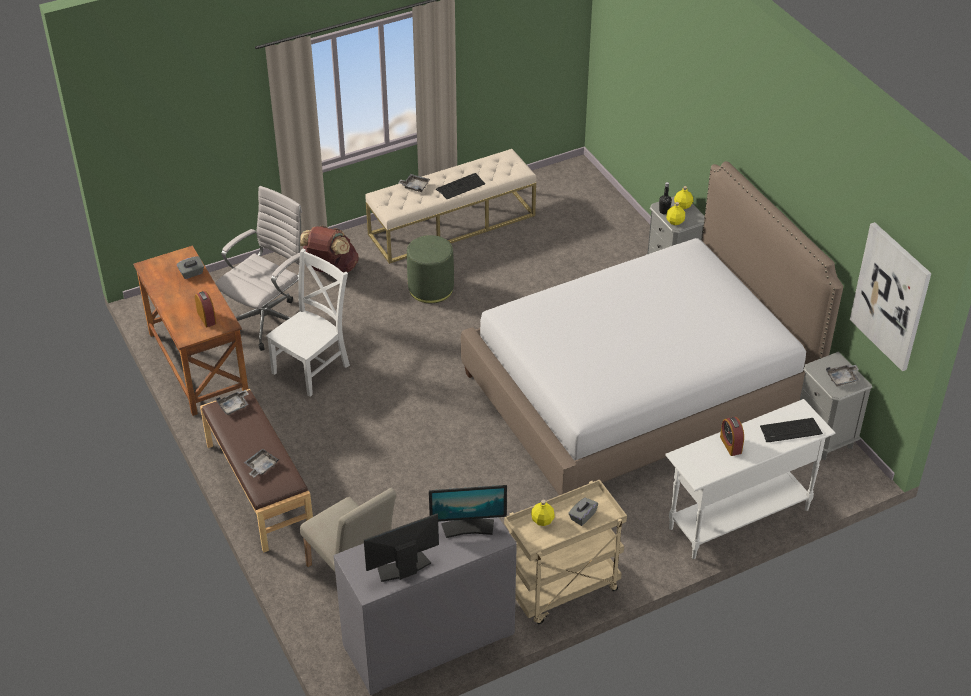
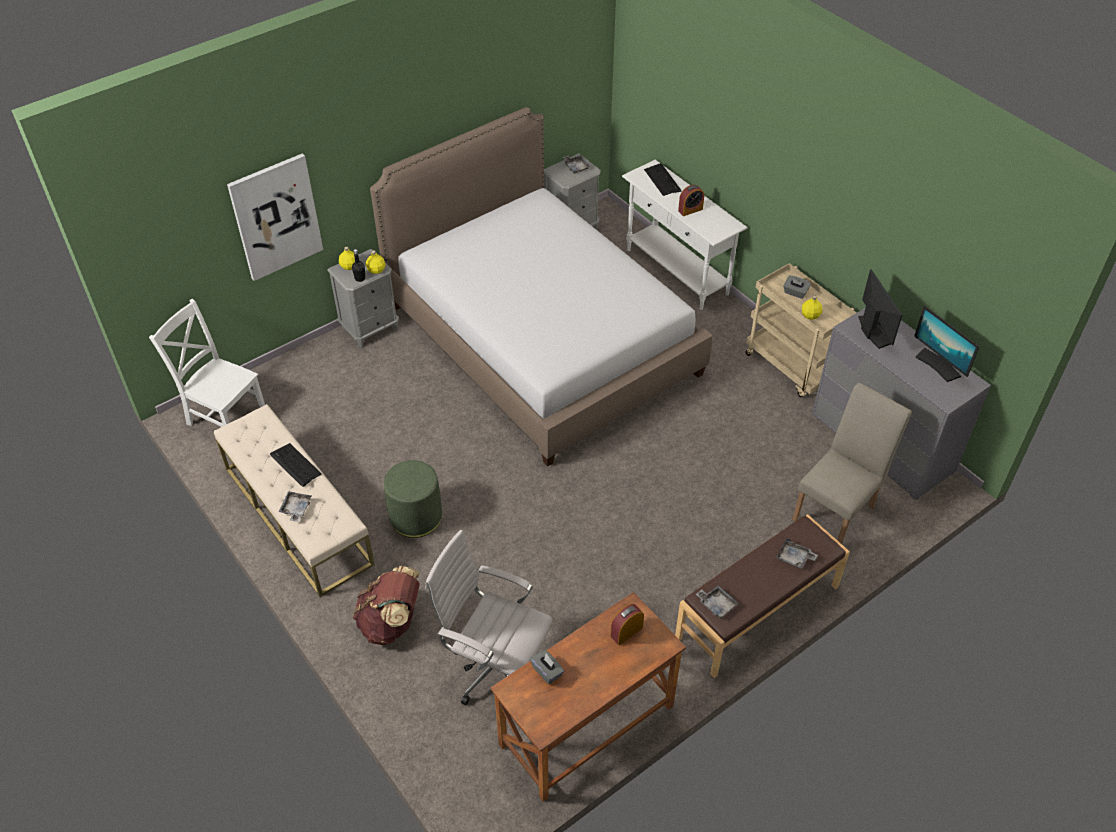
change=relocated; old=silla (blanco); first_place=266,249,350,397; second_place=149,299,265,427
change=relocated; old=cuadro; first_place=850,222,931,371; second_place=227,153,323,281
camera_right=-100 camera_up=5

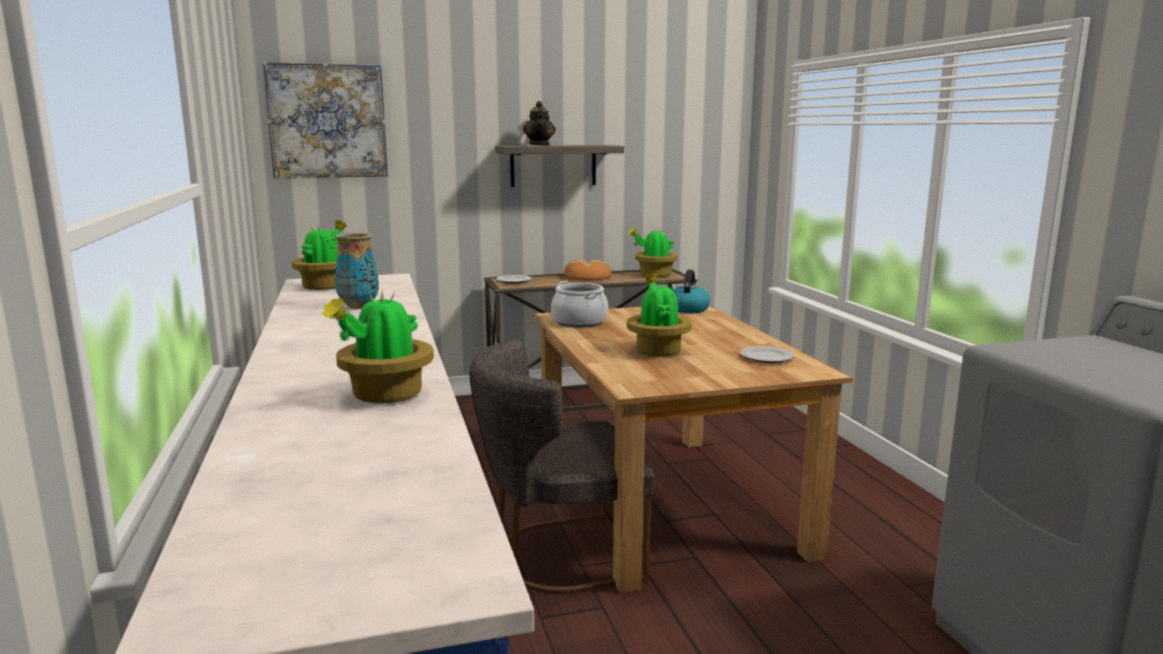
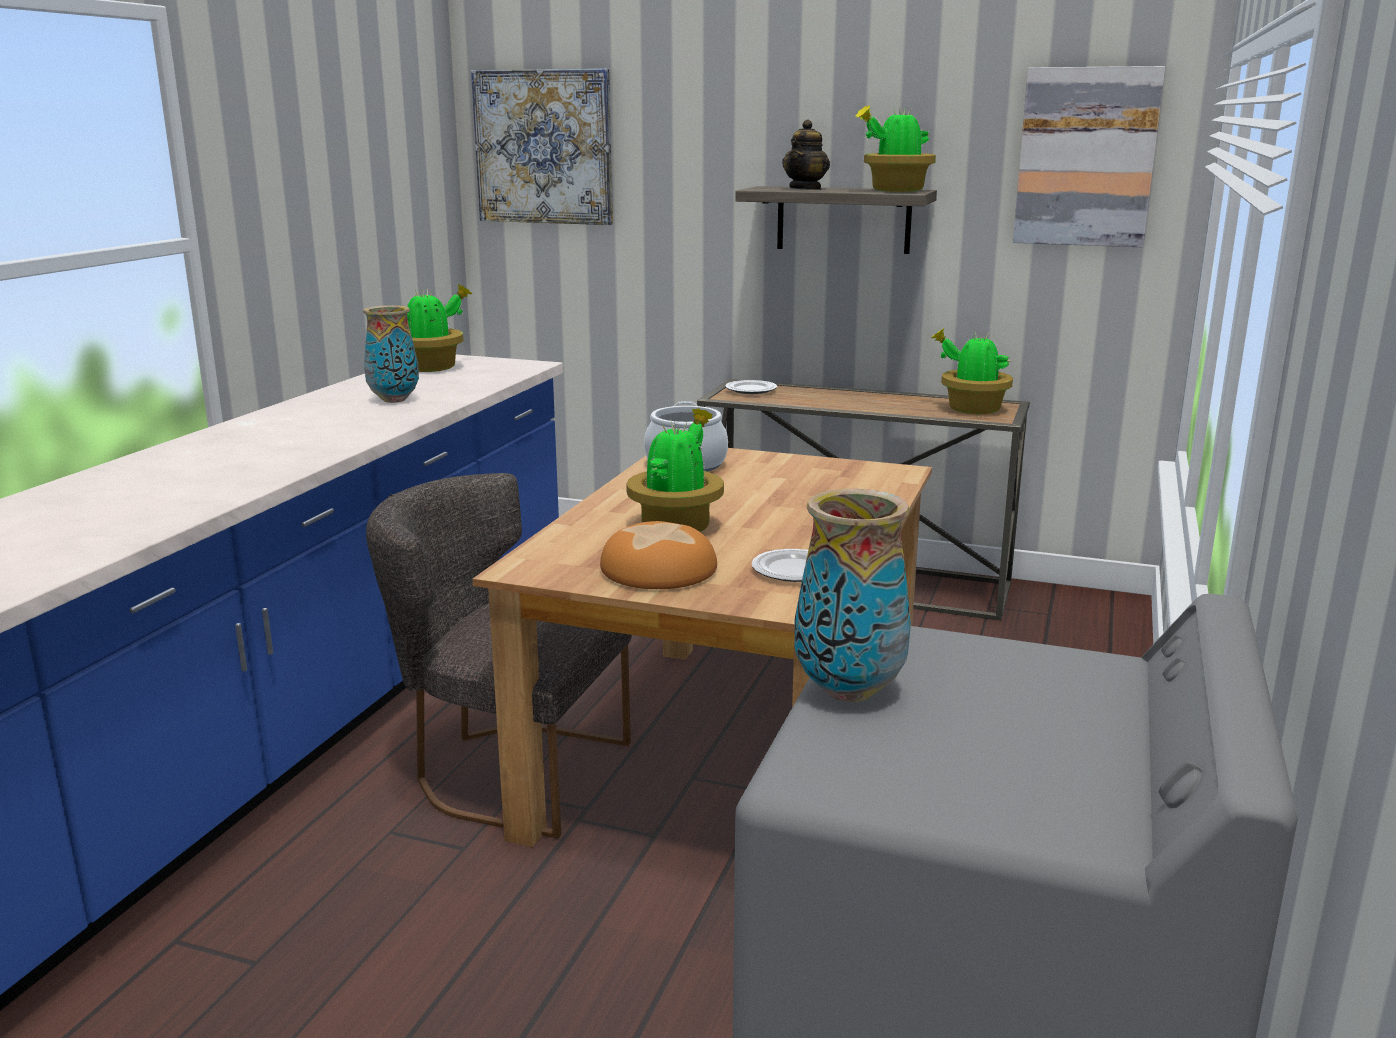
change=relocated; old=planta en maceta; first_place=322,289,434,403; second_place=855,105,936,192
change=relocated; old=pan; first_place=564,259,611,281; second_place=600,521,717,589
change=missing; old=hervidor; first_place=672,270,710,313
change=appeared; new=florero; second_place=795,489,911,702
change=appeared; new=cuadro; second_place=1013,66,1165,247
camera_right=35 camera_up=5

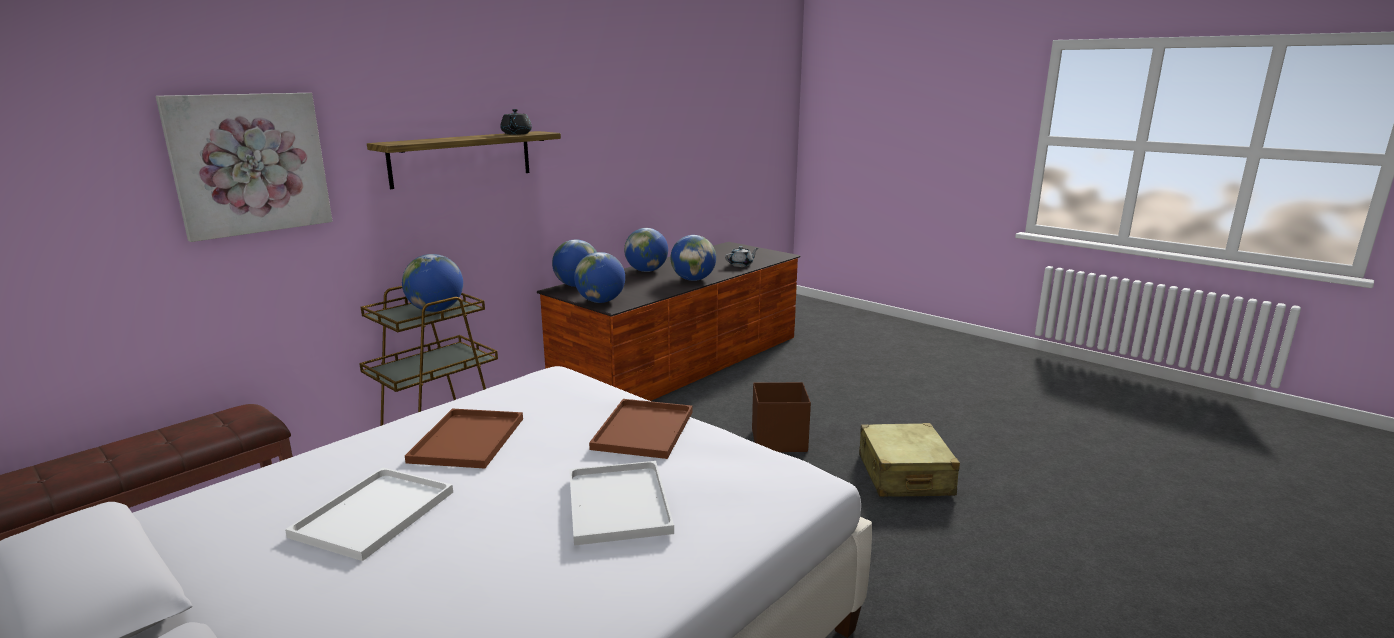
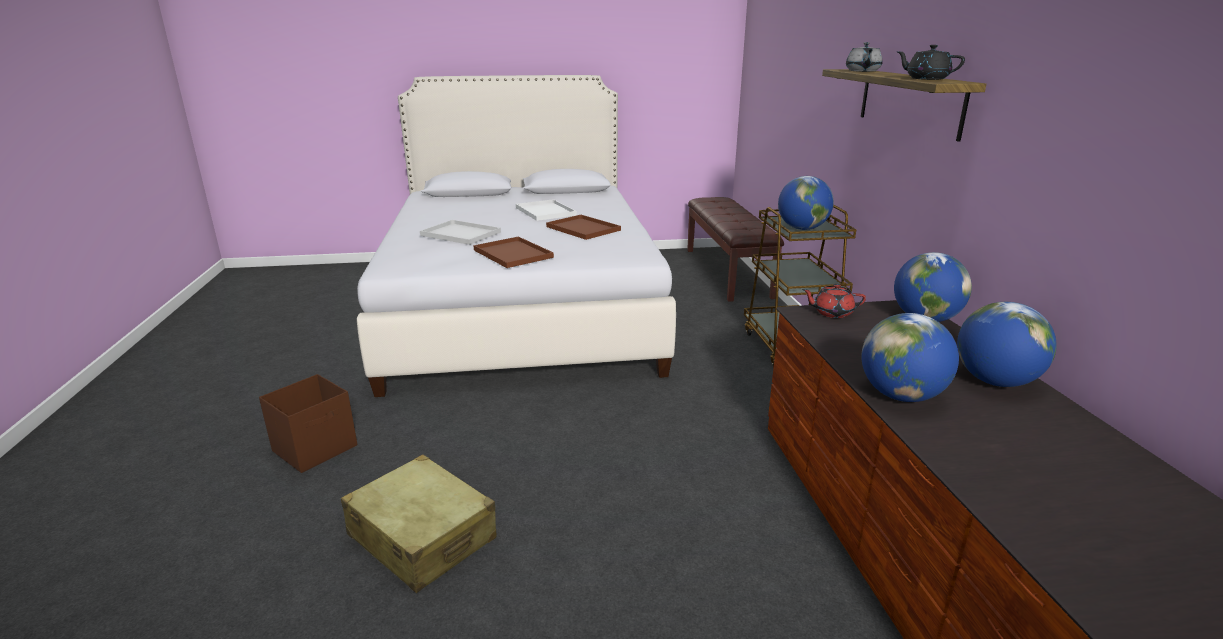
change=missing; old=cuadro; first_place=156,93,333,242
change=exchanged; old=globo terráqueo; new=tetera (rojo); first_place=574,252,625,303; second_place=802,284,866,318
change=relocated; old=tetera (gris); first_place=725,246,758,267; second_place=846,42,883,72
change=relocated; old=caja de almacenaje (marrón); first_place=752,382,811,452; second_place=259,374,357,473
camera_right=130 camera_up=5

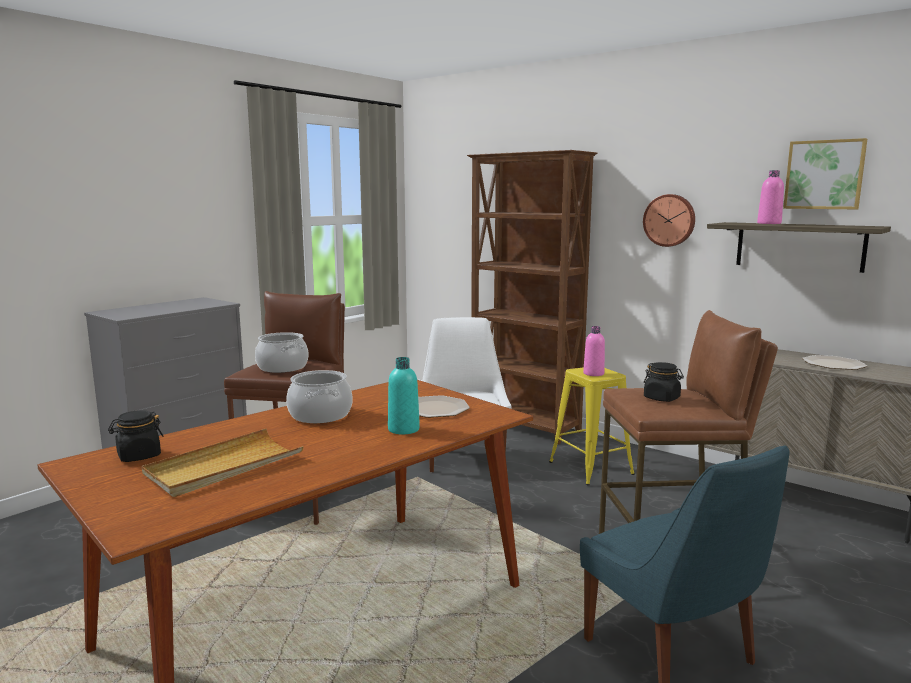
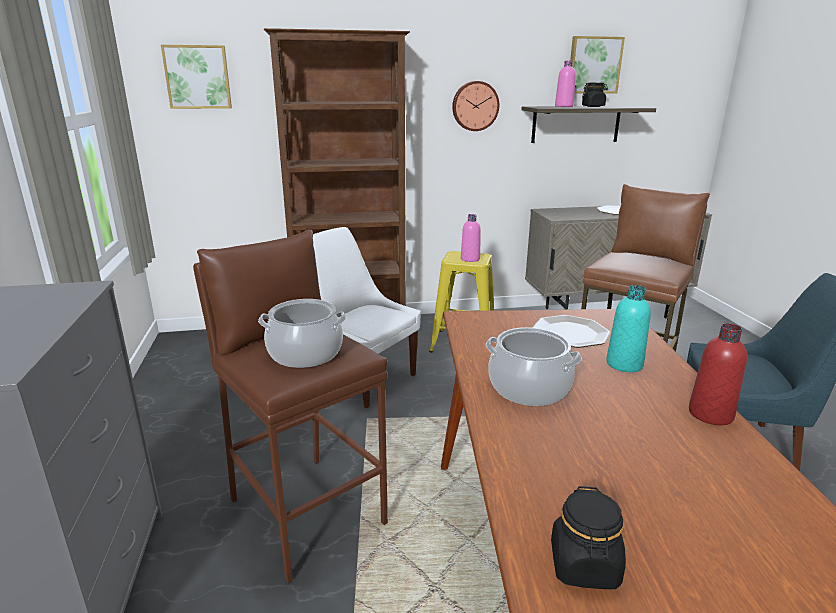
change=missing; old=bandeja (beis); first_place=142,429,303,497
change=relocated; old=tarro (negro); first_place=644,362,684,402; second_place=582,83,608,107
change=appeared; new=cuadro; second_place=161,45,232,109
change=appeared; new=botella (rojo); second_place=689,323,747,425
camera_right=-50 camera_up=10

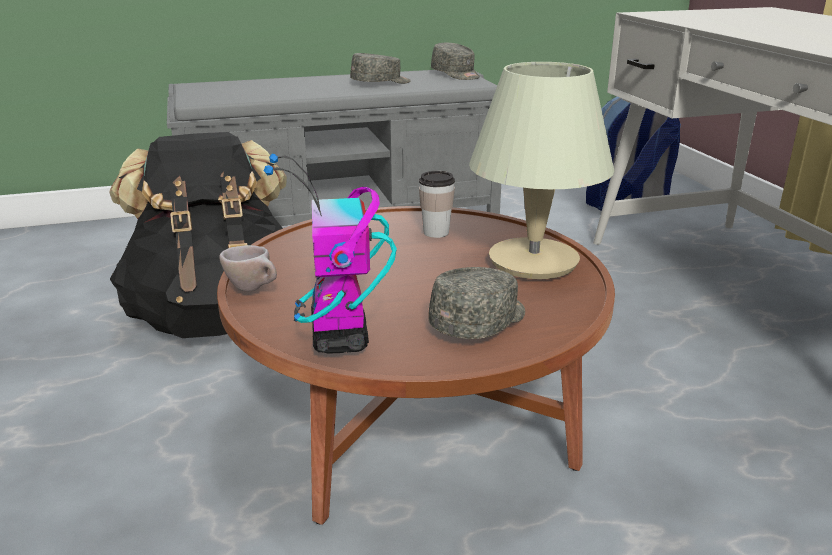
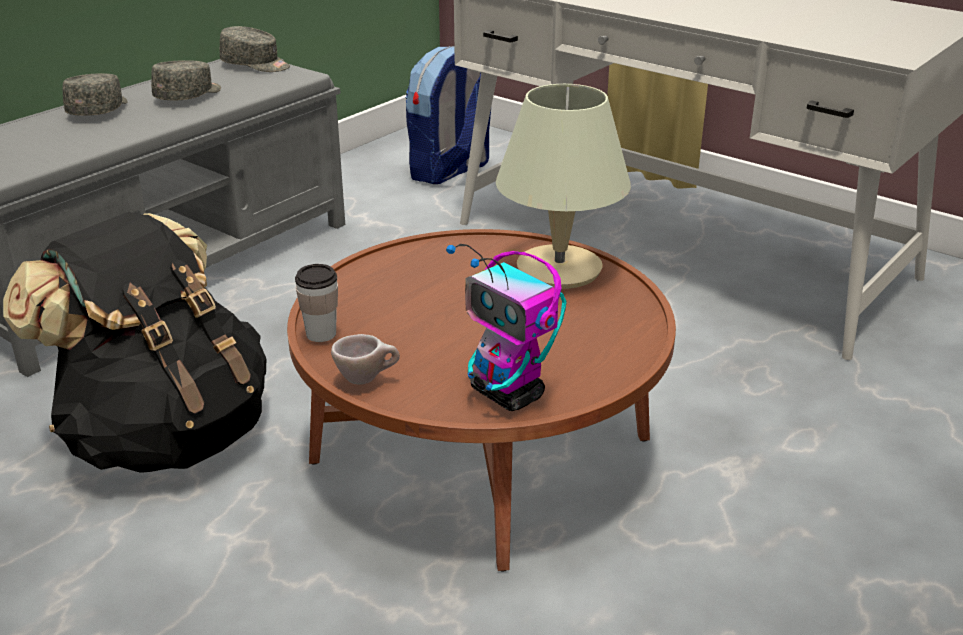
change=relocated; old=taza; first_place=419,171,455,238; second_place=295,264,338,342
change=relocated; old=gorra (gris); first_place=428,267,525,339; second_place=63,73,128,116
camera_right=-35 camera_up=5

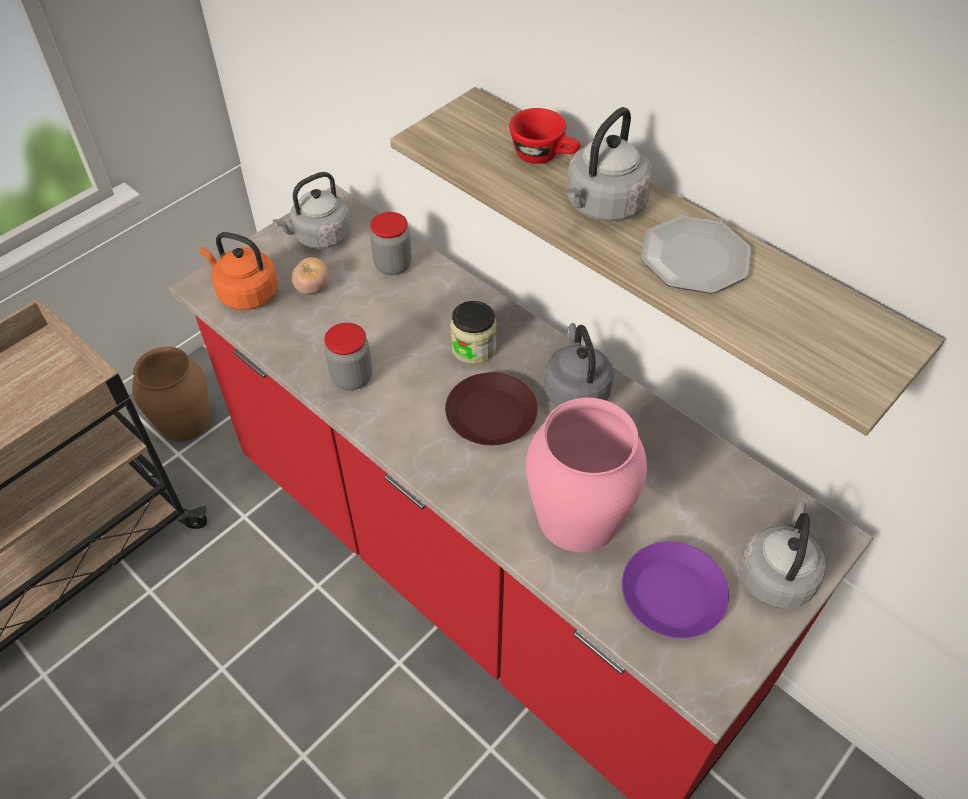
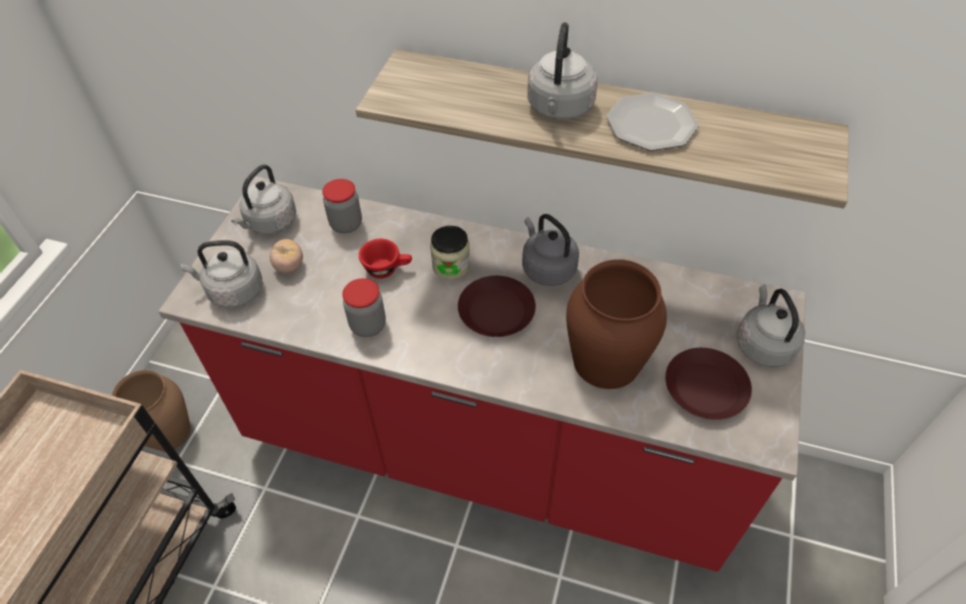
change=colour; old=hervidor (naranja); new=hervidor (gris); first_place=200,232,278,310; second_place=181,240,262,308
change=relocated; old=taza (rojo); first_place=509,108,581,164; second_place=359,239,412,279
change=colour; old=florero (rosa); new=florero (marrón); first_place=526,398,647,552; second_place=566,259,667,389
change=colour; old=plato (morado); new=plato (marrón); first_place=622,542,729,638; second_place=665,348,752,420
camera_right=-25 camera_up=0

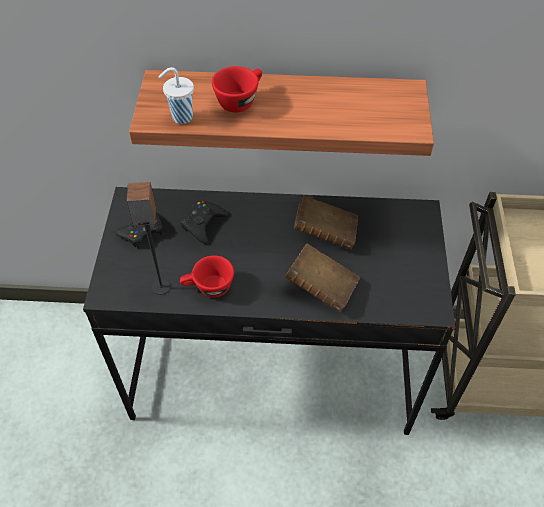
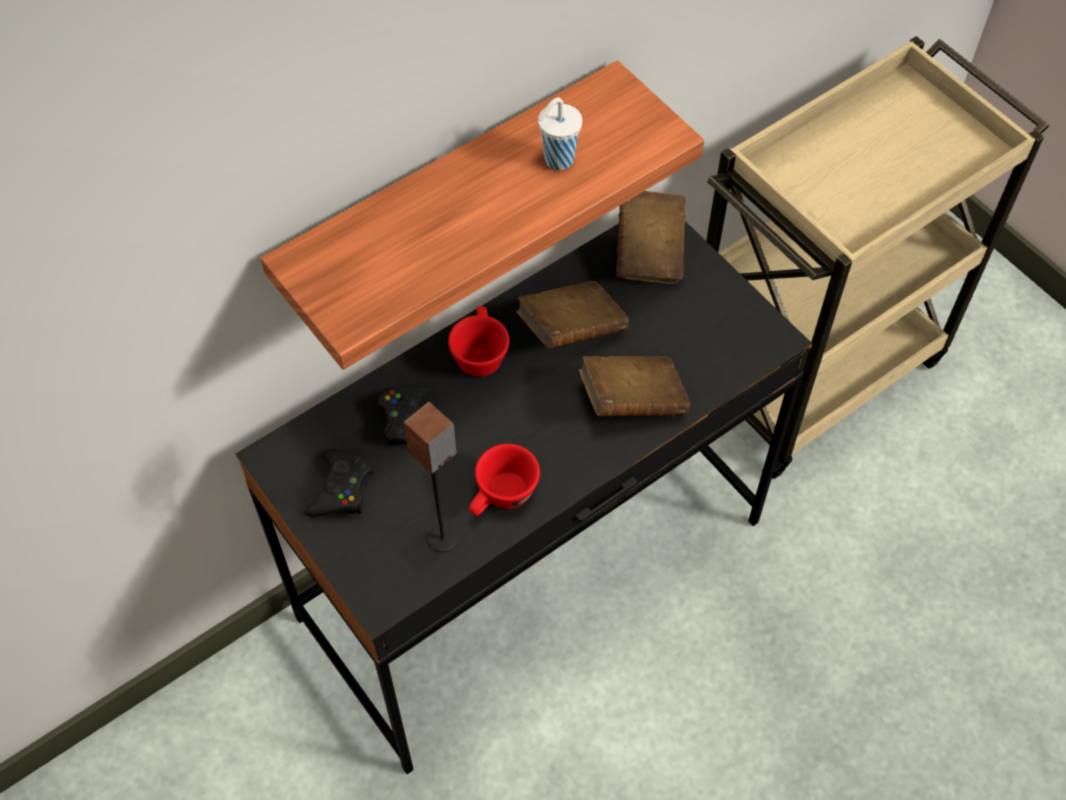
change=relocated; old=taza (blanco); first_place=158,67,194,124; second_place=538,97,582,170
change=relocated; old=taza (rojo); first_place=212,66,262,113; second_place=448,306,509,377
change=appeared; new=libro (marrón); second_place=616,191,685,284
camera_right=-40 camera_up=5

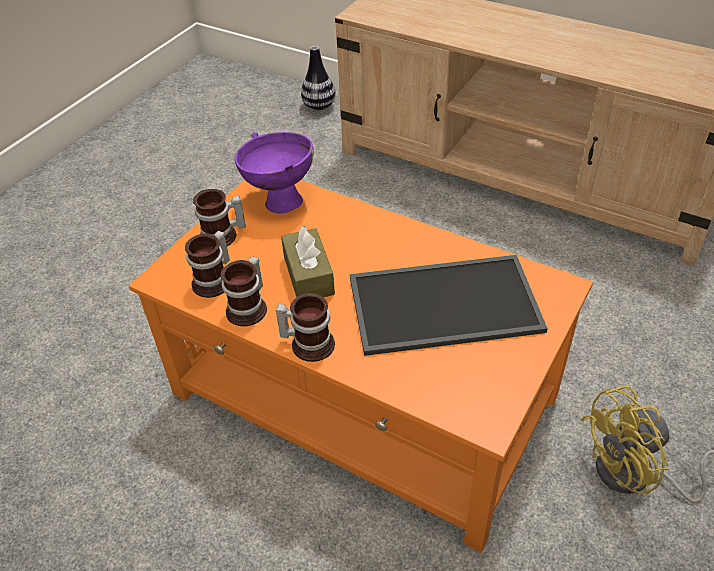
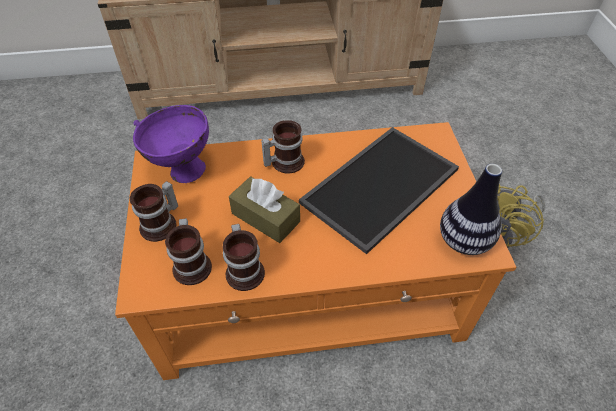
change=relocated; old=taza grande; first_place=276,293,335,362; second_place=261,120,305,174
change=relocated; old=florero; first_place=301,46,336,110; second_place=440,164,502,255
camera_right=-40 camera_up=5

